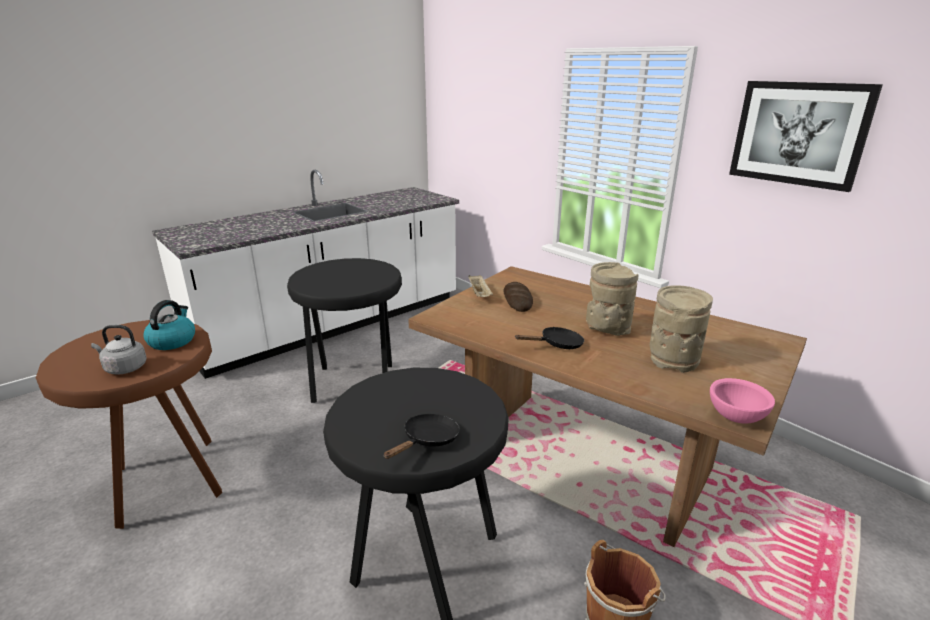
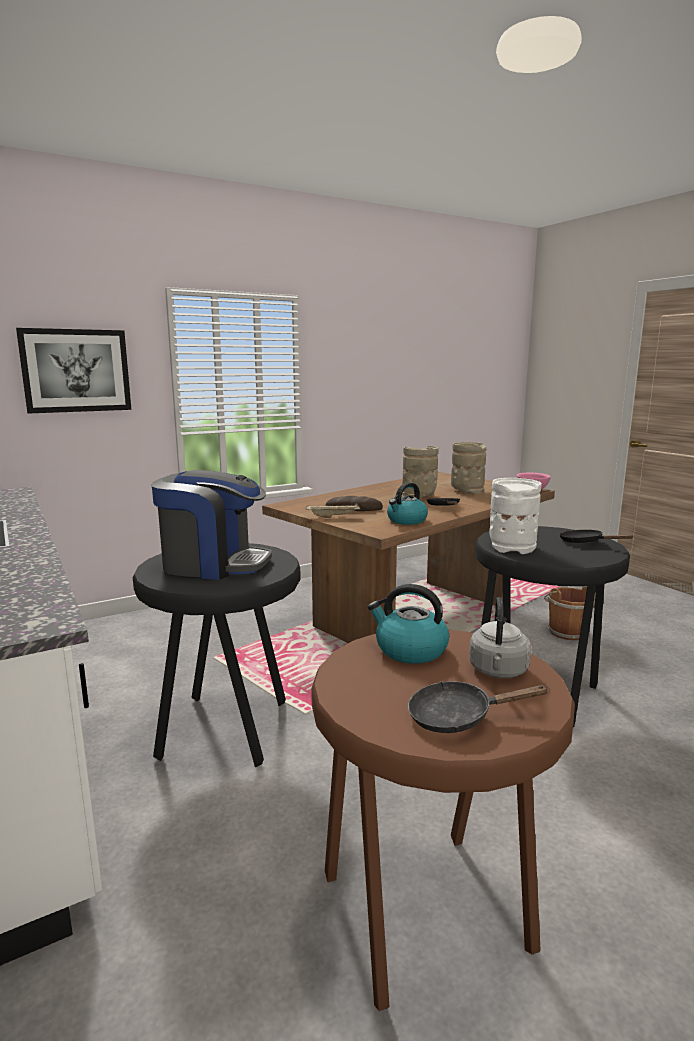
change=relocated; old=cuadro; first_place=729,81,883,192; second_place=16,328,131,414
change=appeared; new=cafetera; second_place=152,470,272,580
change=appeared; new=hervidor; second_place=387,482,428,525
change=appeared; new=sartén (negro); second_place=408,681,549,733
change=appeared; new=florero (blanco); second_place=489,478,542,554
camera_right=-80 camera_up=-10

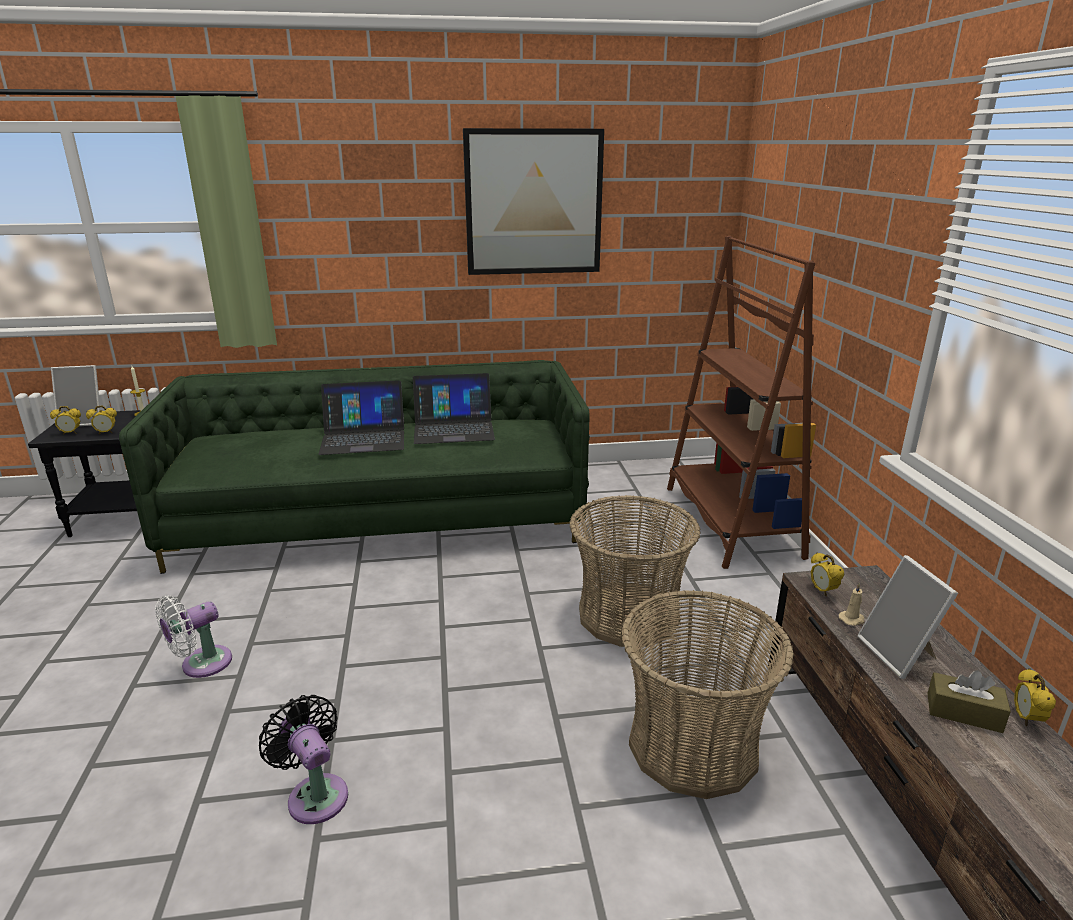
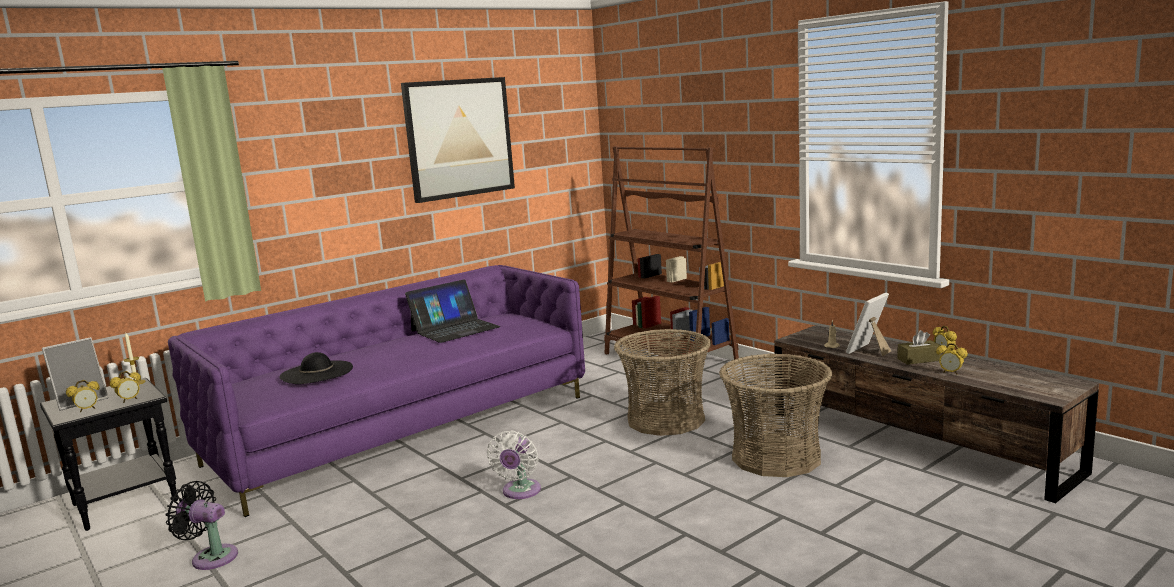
change=colour; old=sofá (verde); new=sofá (morado); first_place=119,360,590,574; second_place=168,265,585,517
change=relocated; old=ventilador (blanco); first_place=155,595,232,678; second_place=487,430,541,499
change=relocated; old=ventilador (negro); first_place=259,695,348,824; second_place=165,481,238,570
change=missing; old=portátil; first_place=319,380,404,455
change=relocated; old=despertador; first_place=811,552,844,596; second_place=936,343,968,375
change=spun; old=portarretratos; first_place=857,555,958,679; second_place=846,293,891,356; degrees=90
change=appeared; new=sombrero (negro); second_place=279,352,353,384
camera_right=-30 camera_up=-10

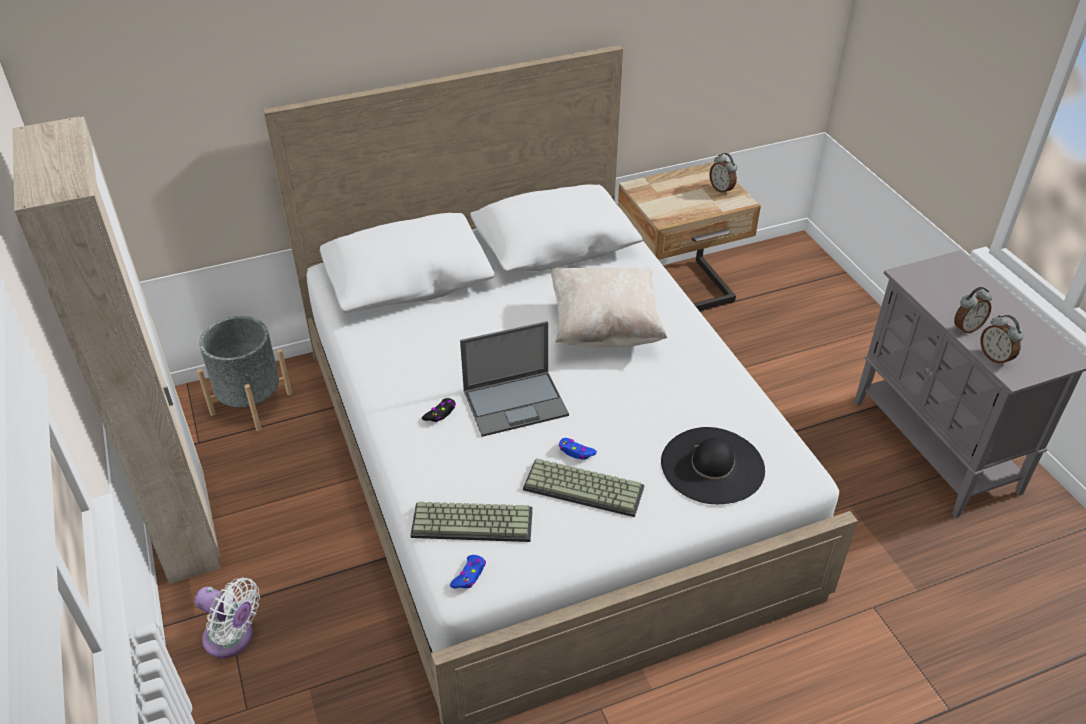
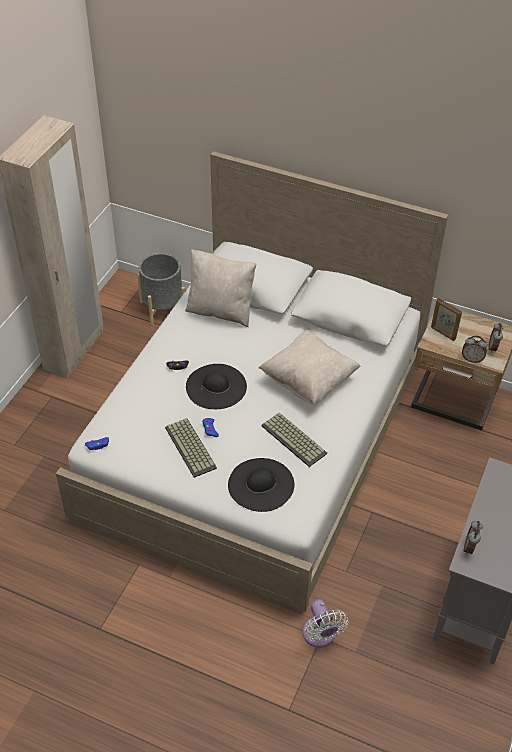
change=relocated; old=ventilador (blanco); first_place=194,578,260,658; second_place=303,599,348,648
change=relocated; old=teclado; first_place=410,502,533,542; second_place=261,412,327,467
change=exchanged; old=portátil; new=sombrero (negro); first_place=460,321,569,437; second_place=186,364,247,409
change=relocated; old=despertador; first_place=954,287,992,334; second_place=462,336,487,363
change=appeared; new=cojín (beis); second_place=185,249,257,327
change=appeared; new=portarretratos; second_place=431,298,462,341
camera_right=45 camera_up=5

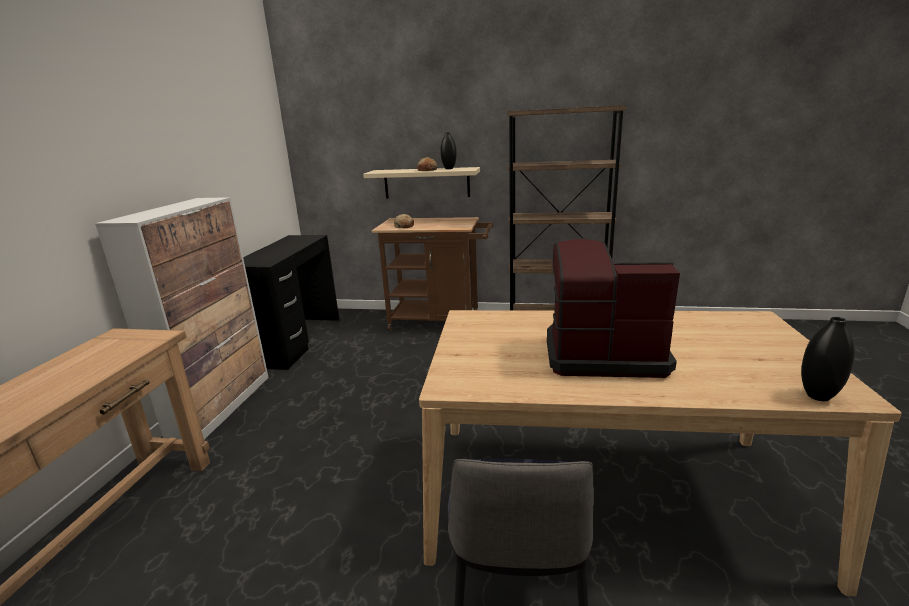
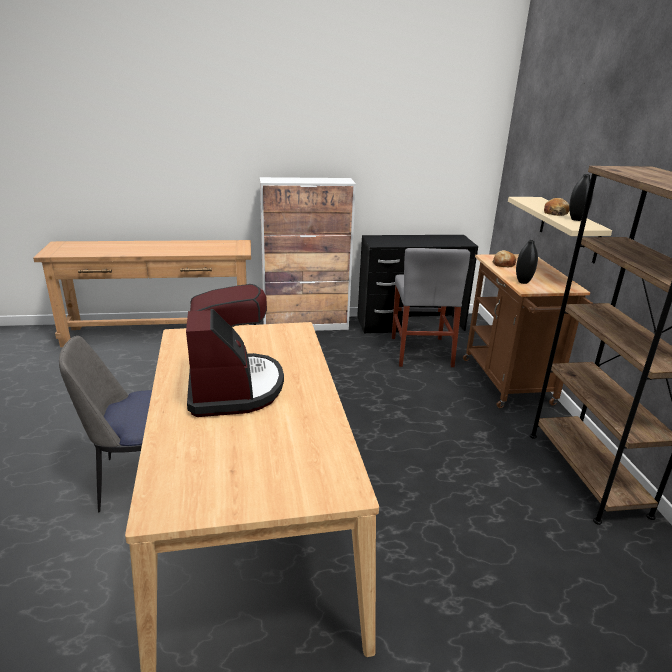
change=relocated; old=florero (negro); first_place=801,317,855,401; second_place=516,240,538,284
change=appeared; new=silla (gris); second_place=392,248,470,367
camera_right=70 camera_up=5

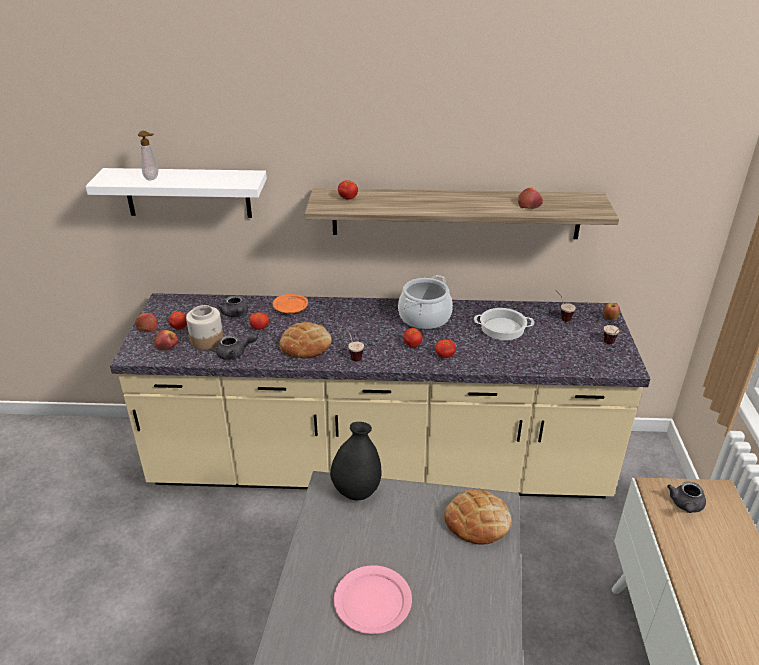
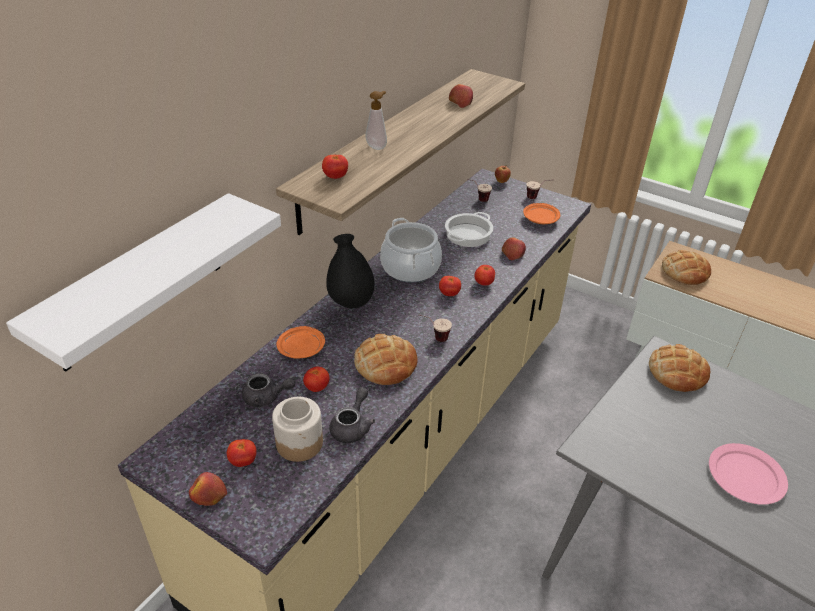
change=relocated; old=dispensador de jabón; first_place=138,131,158,181; second_place=366,91,387,150
change=relocated; old=manzana; first_place=154,330,178,351; second_place=502,237,526,261
change=relocated; old=florero (negro); first_place=330,422,382,501; second_place=326,234,374,308
change=exchanged; old=tetera (gris); new=pan; first_place=667,482,706,513; second_place=662,250,711,285
change=appeared; new=plato (naranja); second_place=523,203,560,224
camera_right=-60 camera_up=5

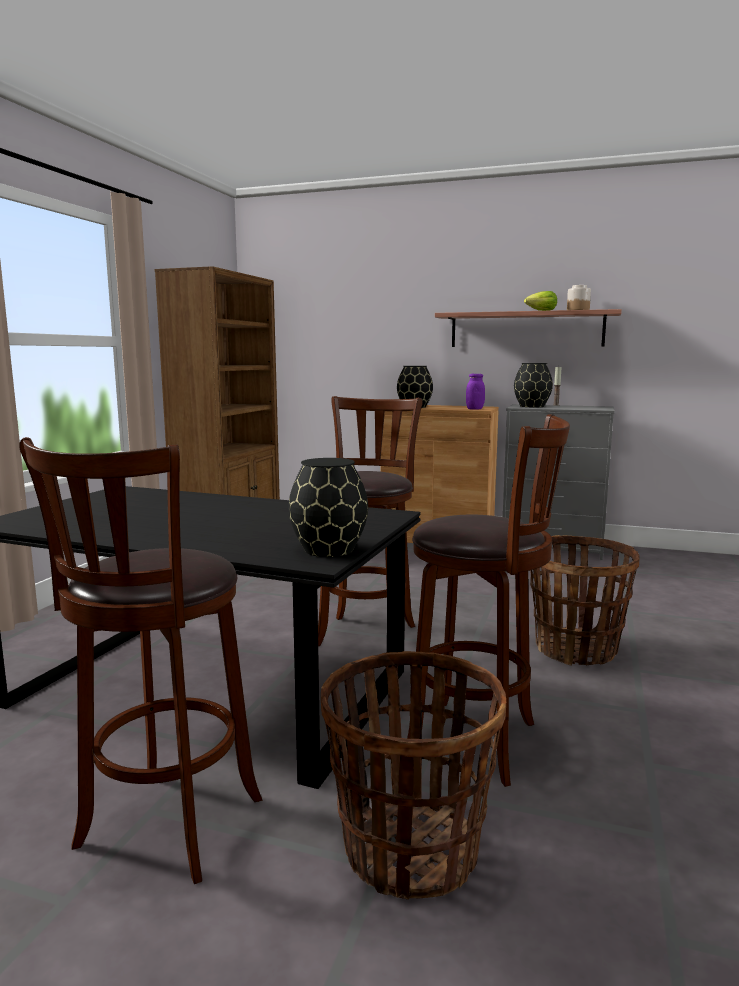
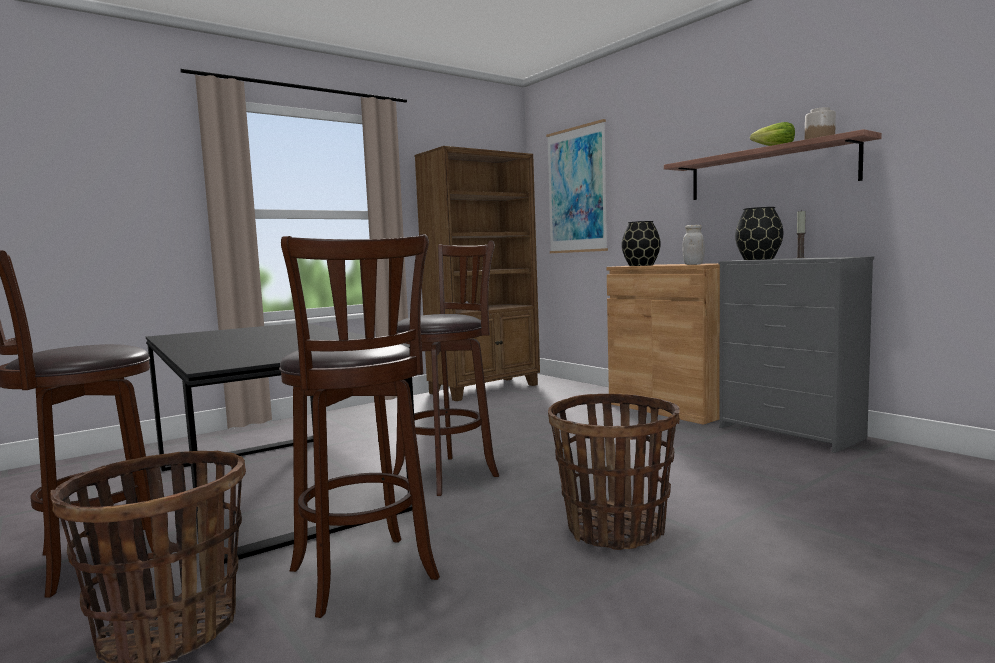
change=missing; old=florero (negro); first_place=288,458,368,557
change=colour; old=tarro (morado); new=tarro (blanco); first_place=466,374,485,410; second_place=683,225,705,265
change=appeared; new=cuadro; second_place=546,119,608,253
camera_right=35 camera_up=-5

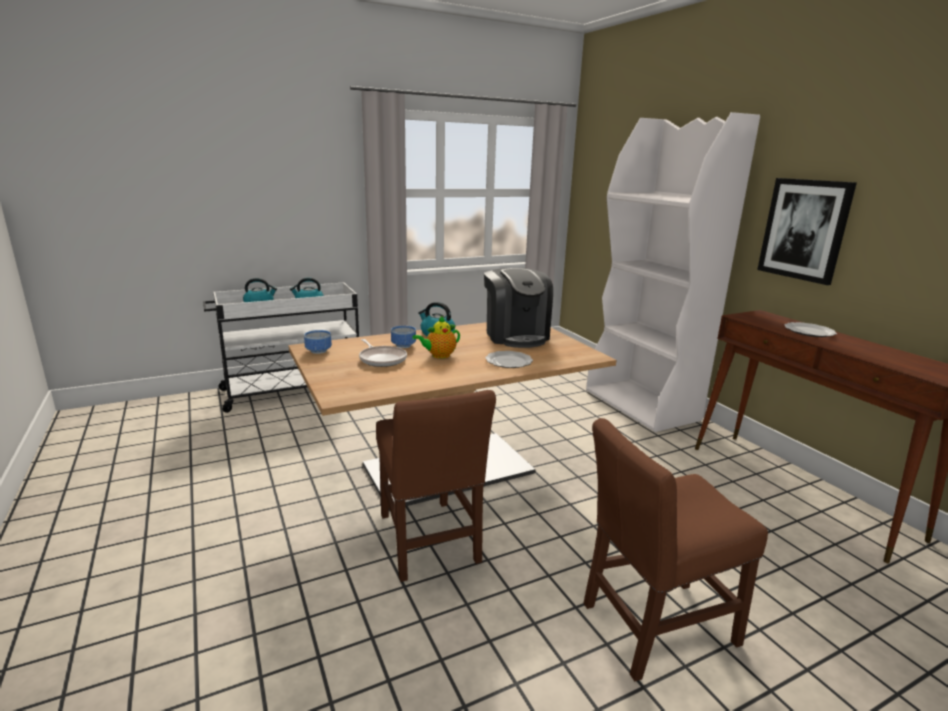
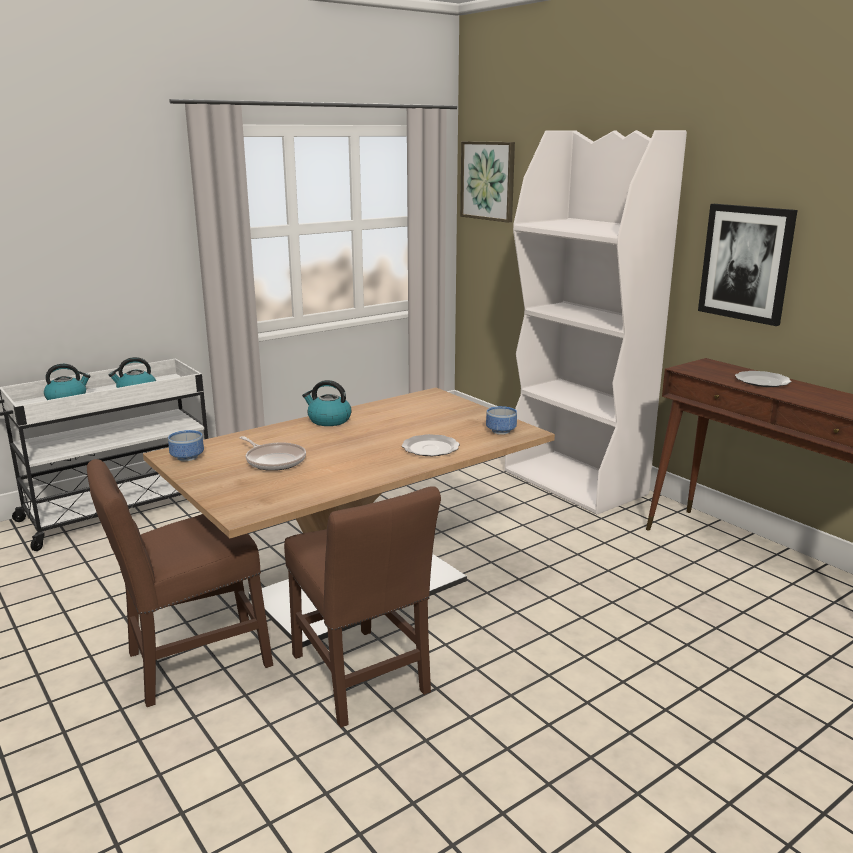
change=relocated; old=cuenco; first_place=391,326,416,348; second_place=486,406,517,435
change=missing; old=tetera; first_place=412,316,460,359
change=missing; old=cafetera; first_place=484,268,553,348
change=relocated; old=silla (marrón); first_place=583,418,768,681; second_place=87,459,273,707
change=appeared; new=cuadro; second_place=460,141,515,223
camera_right=-10 camera_up=0

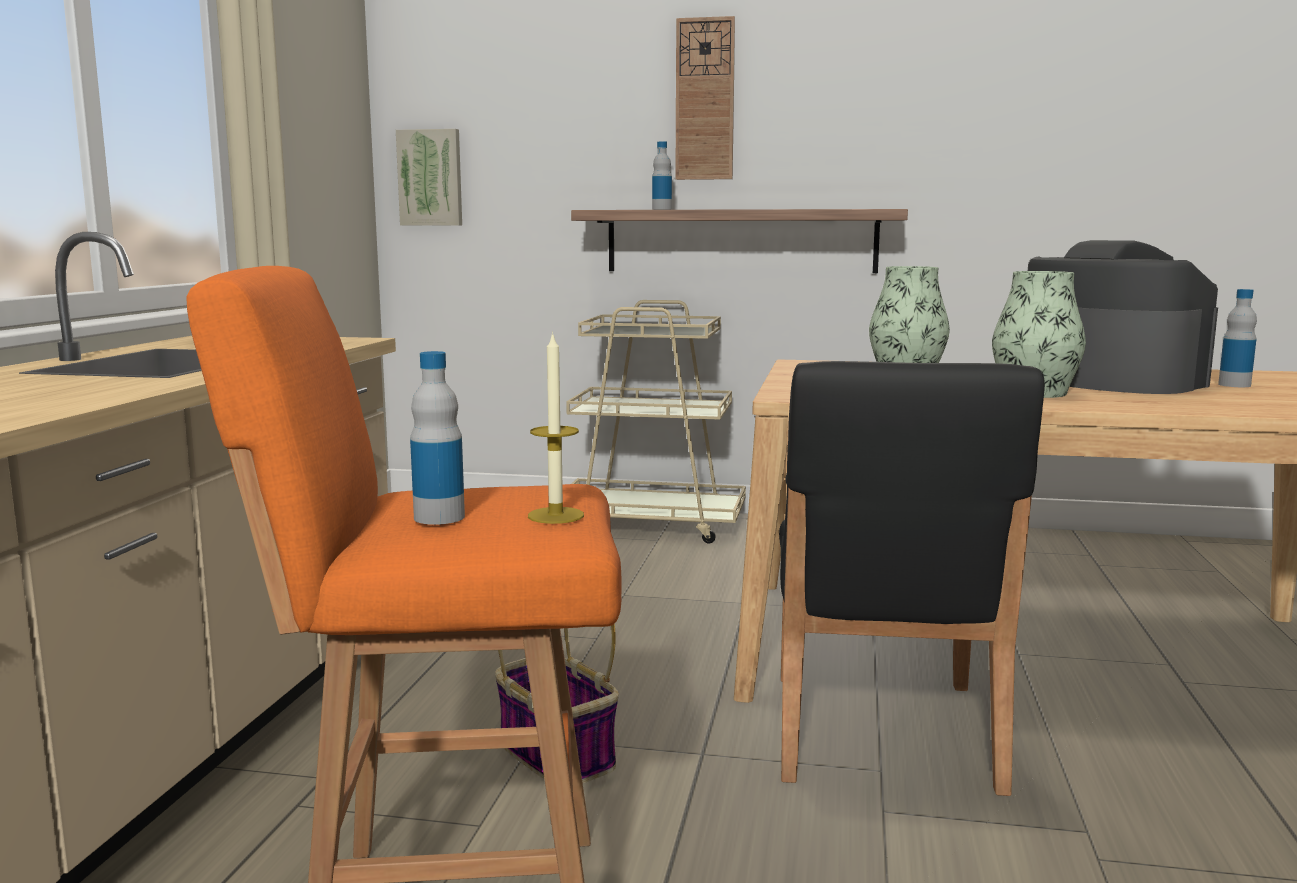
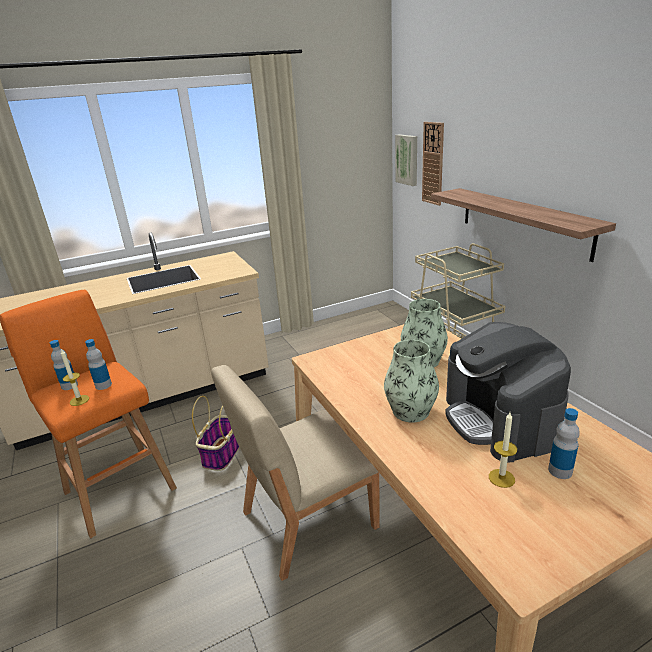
change=relocated; old=botella; first_place=652,141,672,210; second_place=85,339,112,390
change=relocated; old=reloj de pared; first_place=675,16,735,180; second_place=422,122,444,206
change=colour; old=silla (negro); new=silla (beis); first_place=779,361,1045,796; second_place=211,365,380,581
change=spun; old=cafetera; first_place=1028,240,1218,394; second_place=445,322,571,463; degrees=150
change=appeared; new=vela; second_place=489,412,517,488
camera_right=55 camera_up=15

